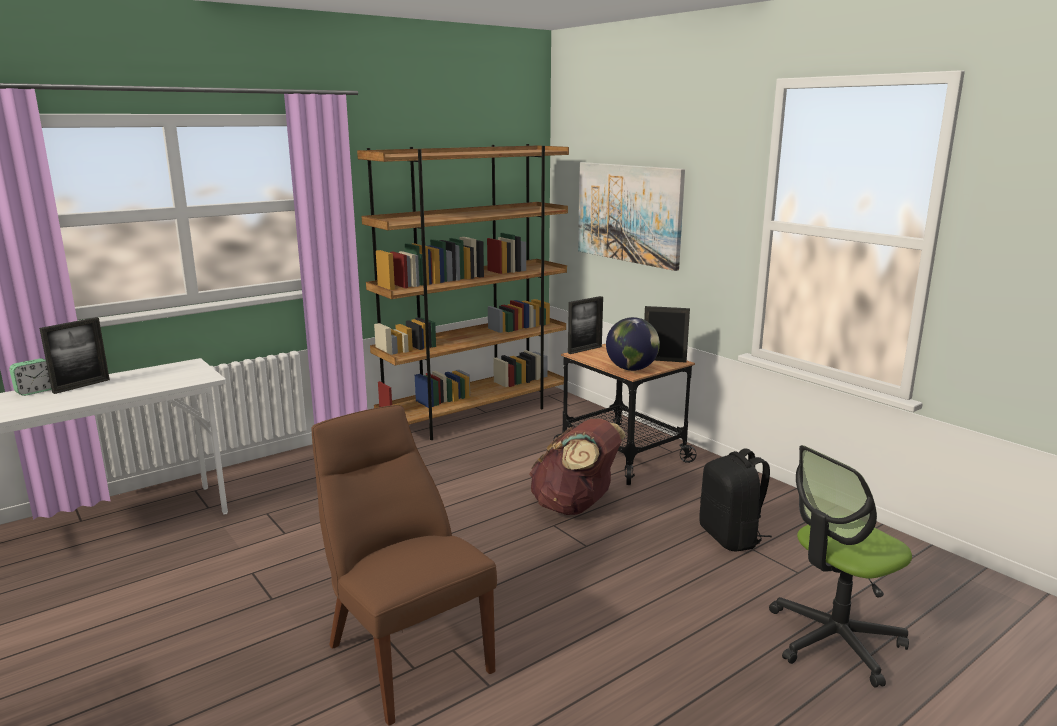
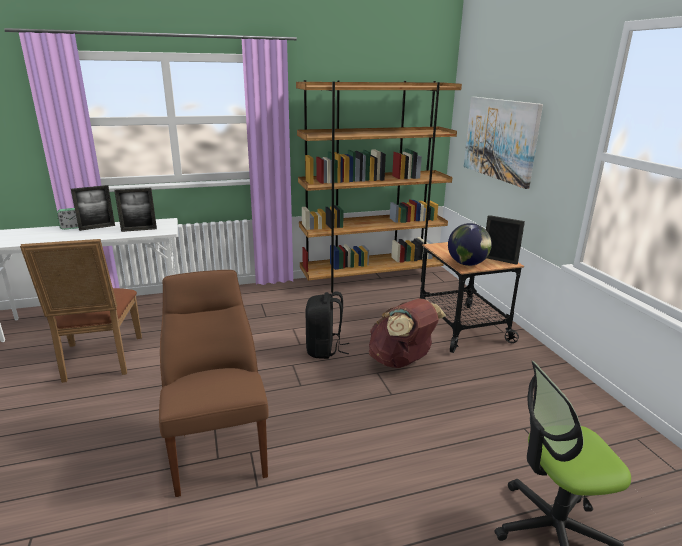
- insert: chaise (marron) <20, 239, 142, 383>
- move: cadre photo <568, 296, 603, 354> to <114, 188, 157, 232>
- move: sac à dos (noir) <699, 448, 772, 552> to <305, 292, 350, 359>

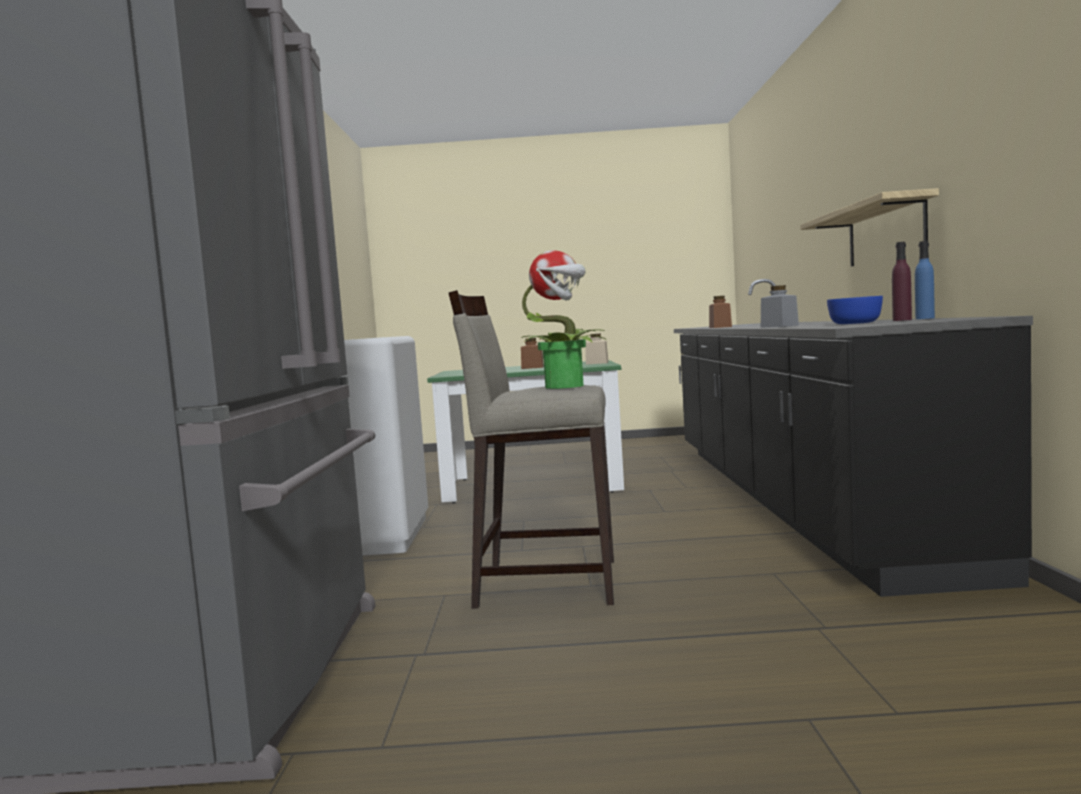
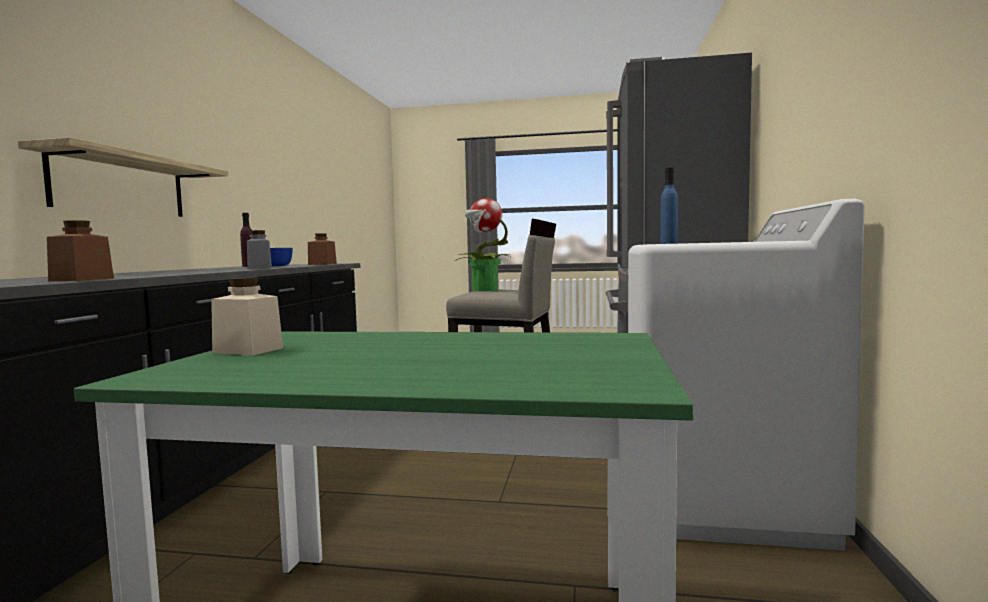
- move: bocal (marron) <521, 338, 544, 369> to <308, 233, 337, 265>
- move: bouteille (bleu) <915, 241, 935, 319> to <660, 168, 678, 244>

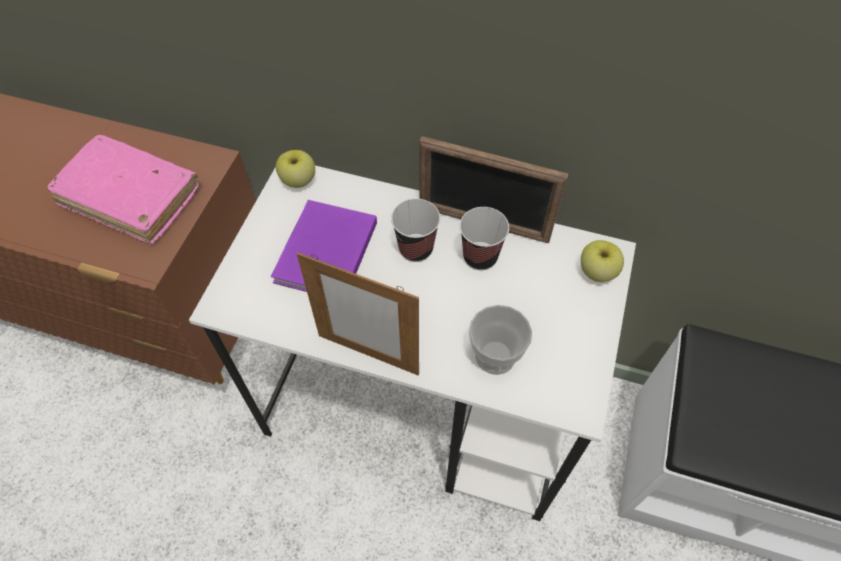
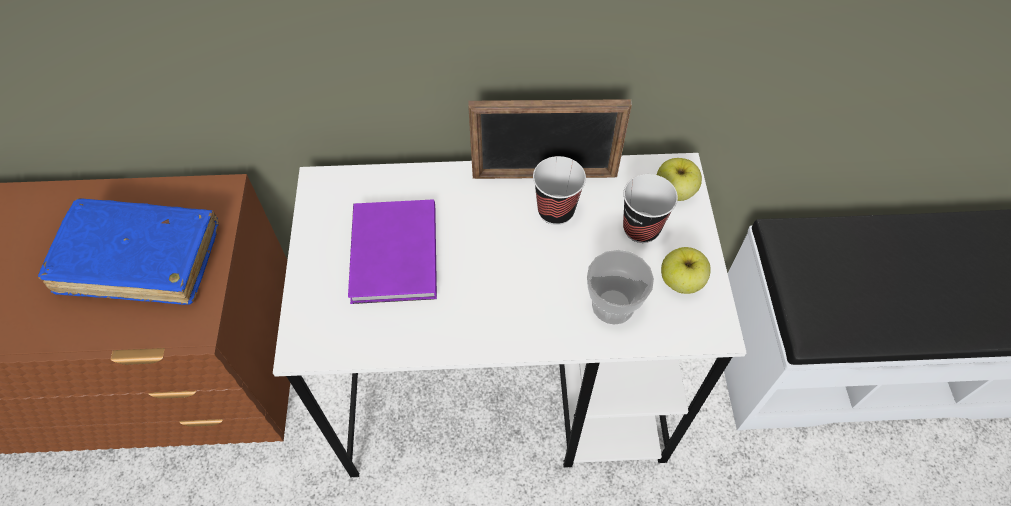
- recolor: livre (rose) <47, 134, 200, 244> to livre (bleu) <38, 198, 219, 305>
- move: tasse <391, 198, 440, 262> to <623, 174, 678, 243>
- move: pomme <276, 150, 315, 188> to <661, 247, 711, 294>
- delete: cadre photo <297, 253, 419, 375>

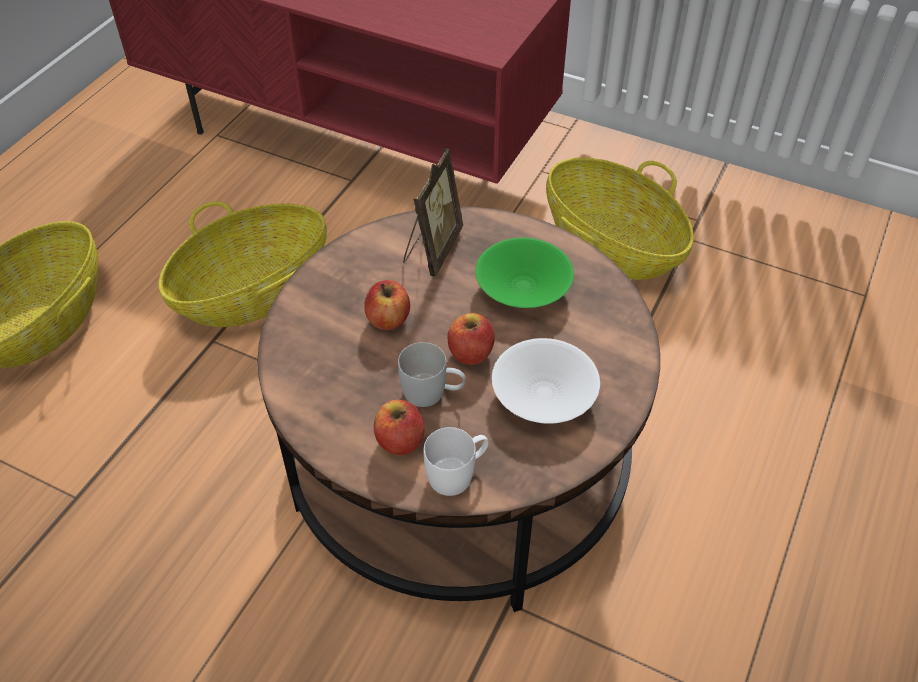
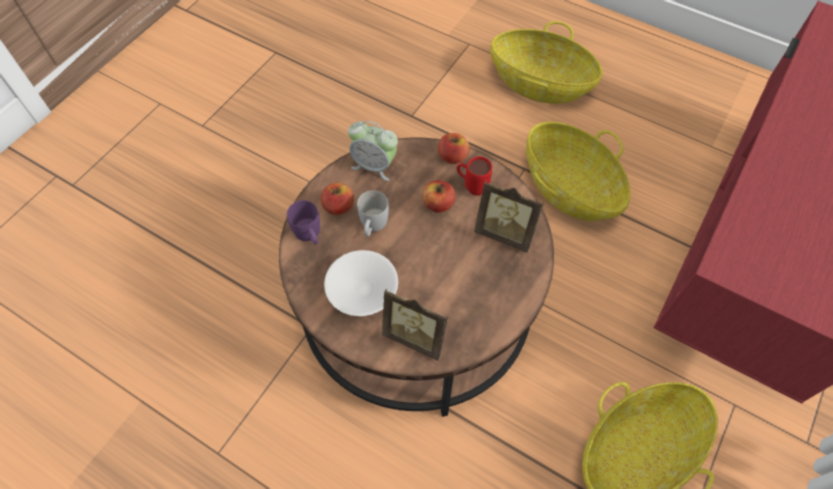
- recolor: mug (blanc) <424, 427, 489, 496> to mug (violet) <287, 200, 320, 245>
- insert: réveil <348, 121, 398, 181>
- insert: cadre photo <382, 288, 448, 361>
- move: pomme <447, 313, 495, 365> to <438, 133, 470, 164>
- insert: mug (rouge) <457, 156, 492, 196>
- delete: bol (vert) <475, 238, 574, 308>

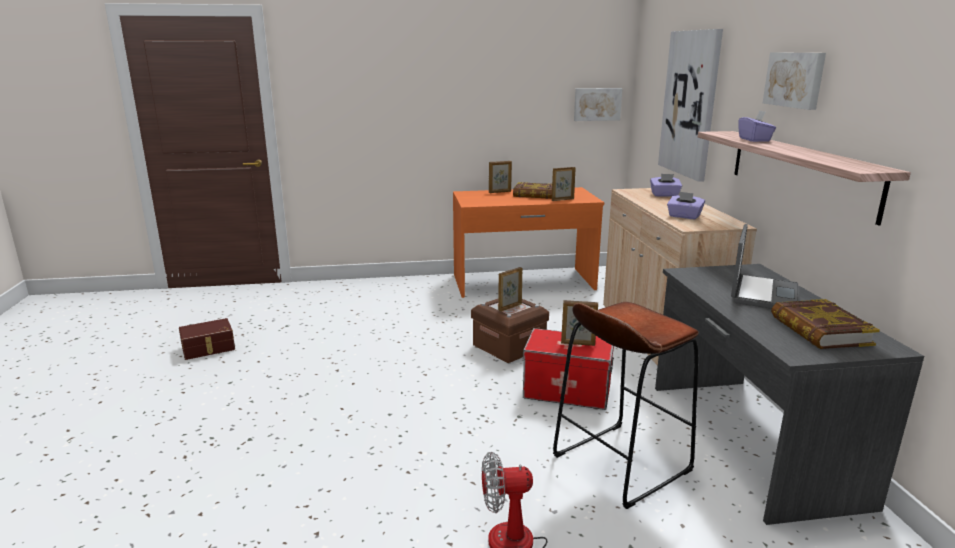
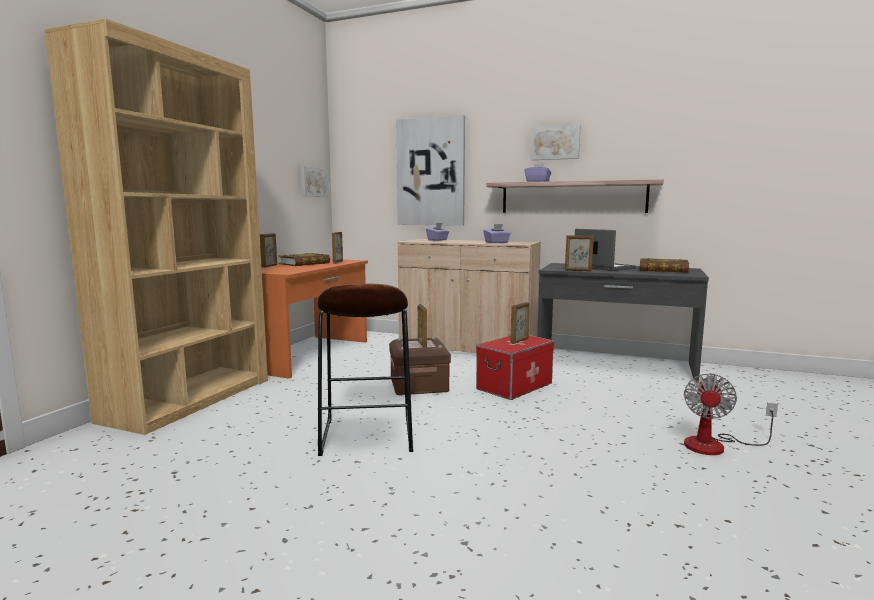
- insert: bibliothèque (marron) <44, 18, 268, 435>
- move: tabouret (marron) <553, 302, 699, 509> to <318, 284, 413, 456>
- insert: cadre photo <565, 235, 594, 271>
- delete: boîte de rangement (marron) <179, 318, 235, 360>

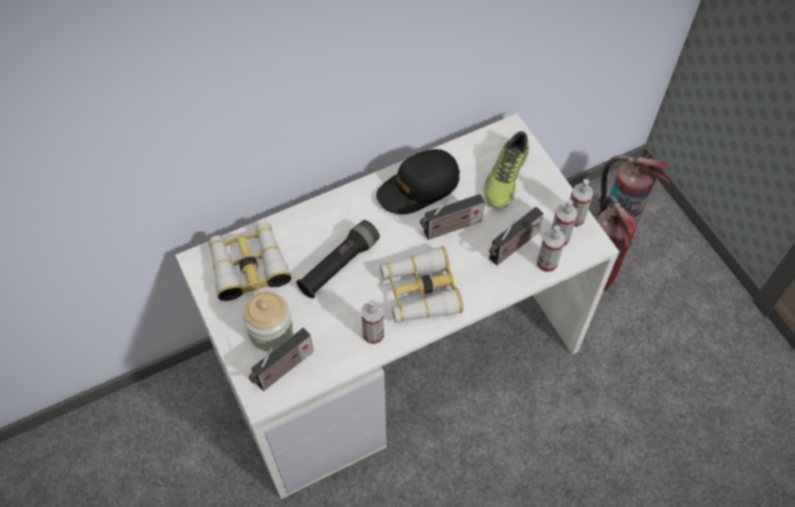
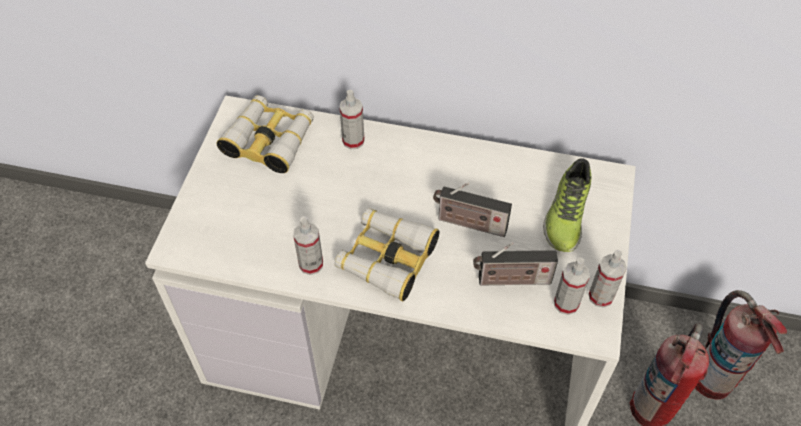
- move: vaporisateur <537, 225, 565, 272> to <339, 90, 365, 149>
- rotate: chaussure <483, 131, 529, 209> = <543, 158, 591, 252> 45 degrees counterclockwise
- delete: bocal <243, 291, 293, 351>
- delete: radio <249, 328, 314, 391>
- delete: lampe de poche (noir) <296, 220, 380, 299>
- delete: casquette (noir) <376, 149, 460, 214>

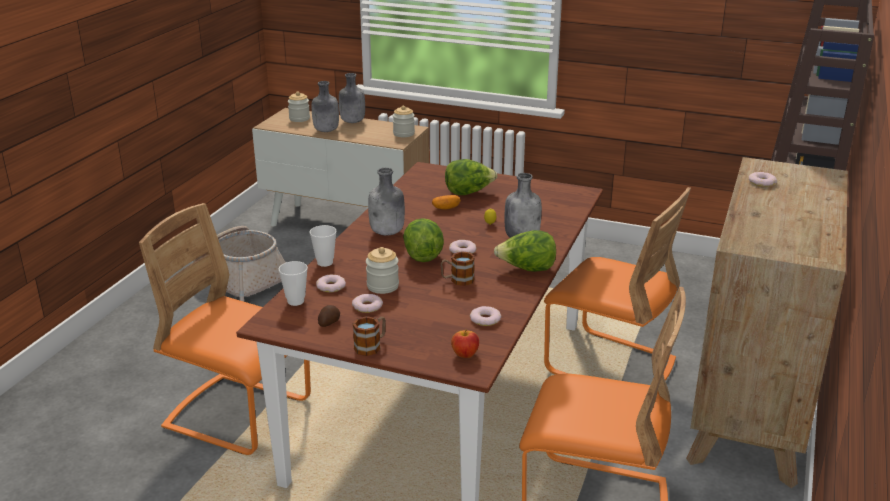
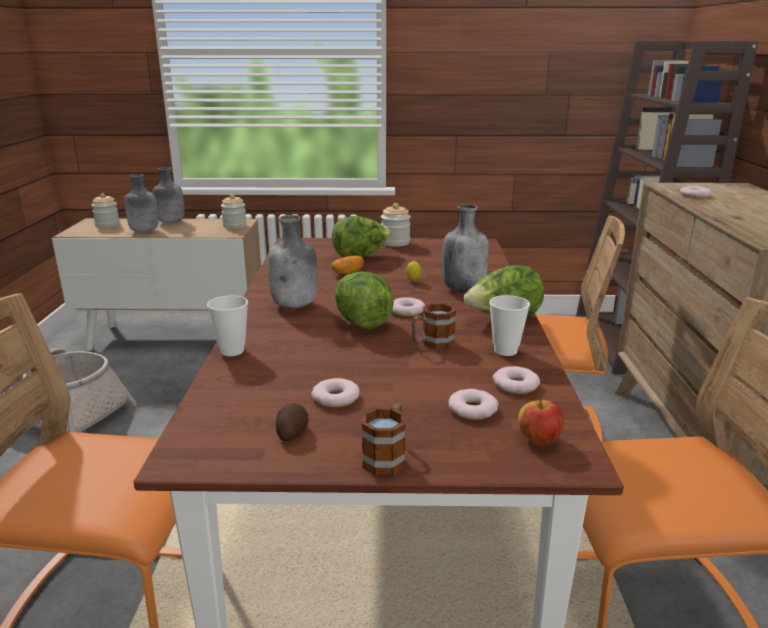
- move: bocal <366, 247, 399, 294> to <381, 203, 411, 247>
- move: beignet <316, 275, 346, 292> to <448, 389, 498, 420>
- move: tasse <279, 261, 308, 306> to <489, 295, 530, 356>

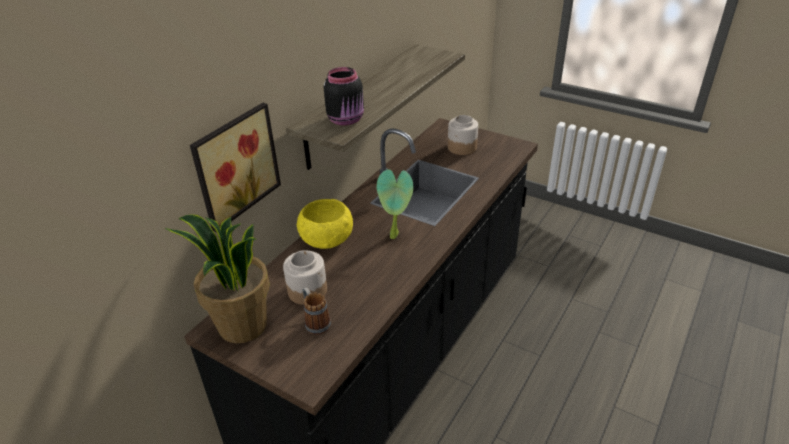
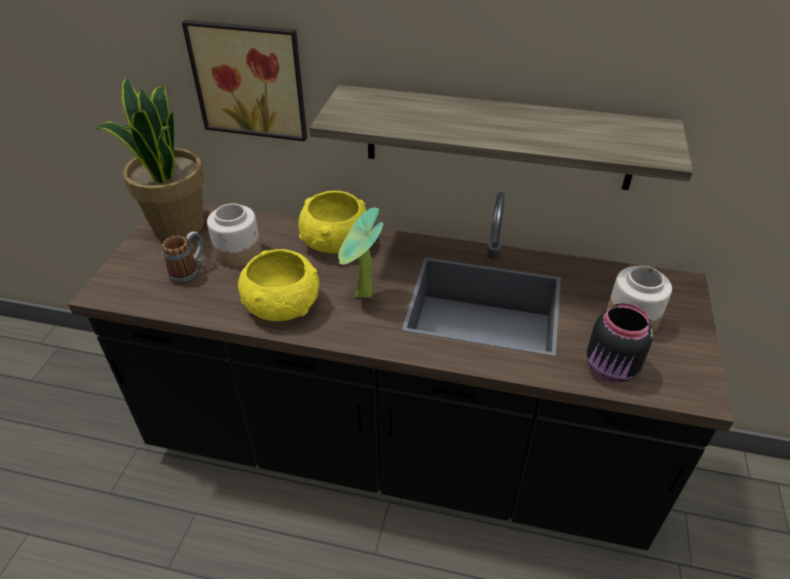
- insert: bol (jaune) <238, 249, 319, 321>
- move: bocal (noir) <324, 67, 364, 126> to <586, 303, 653, 383>

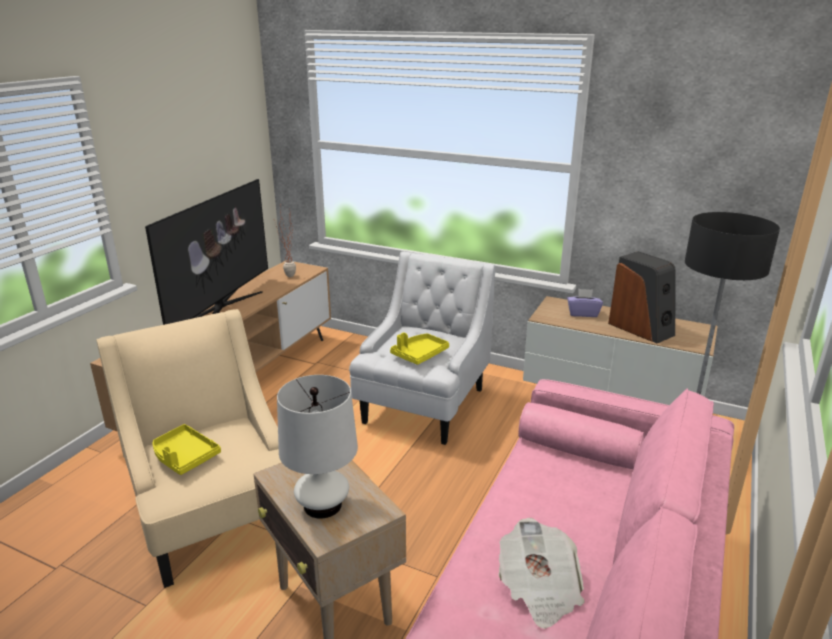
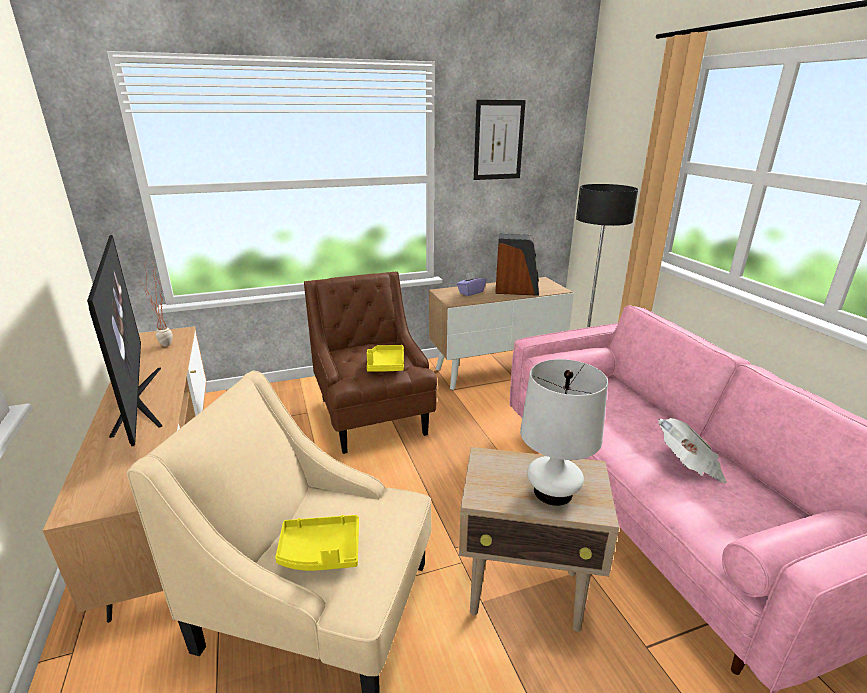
- recolor: fauteuil (blanc) <349, 251, 496, 445> to fauteuil (marron) <304, 271, 437, 454>
- insert: tableau <474, 100, 526, 180>

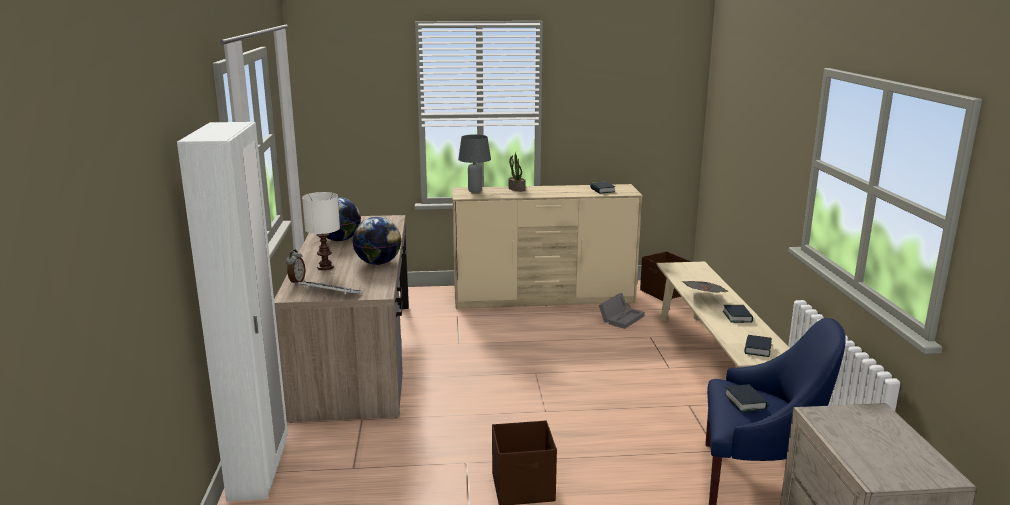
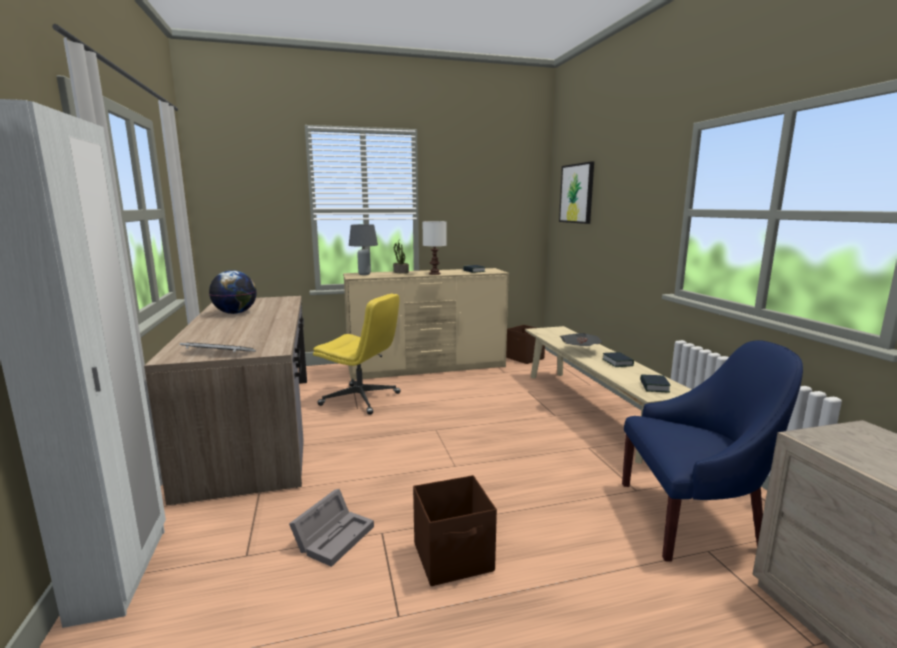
- move: boîte de rangement (gris) <599, 293, 645, 329> to <289, 489, 374, 567>
- insert: chaise de bureau (jaune) <313, 293, 400, 415>
- move: lampe de table (blanc) <302, 192, 340, 270> to <423, 221, 447, 275>
- insert: tableau <559, 162, 594, 224>
- delete: réveil <286, 250, 305, 285>
- delete: globe <352, 217, 401, 265>
- delete: livre <725, 384, 768, 412>

